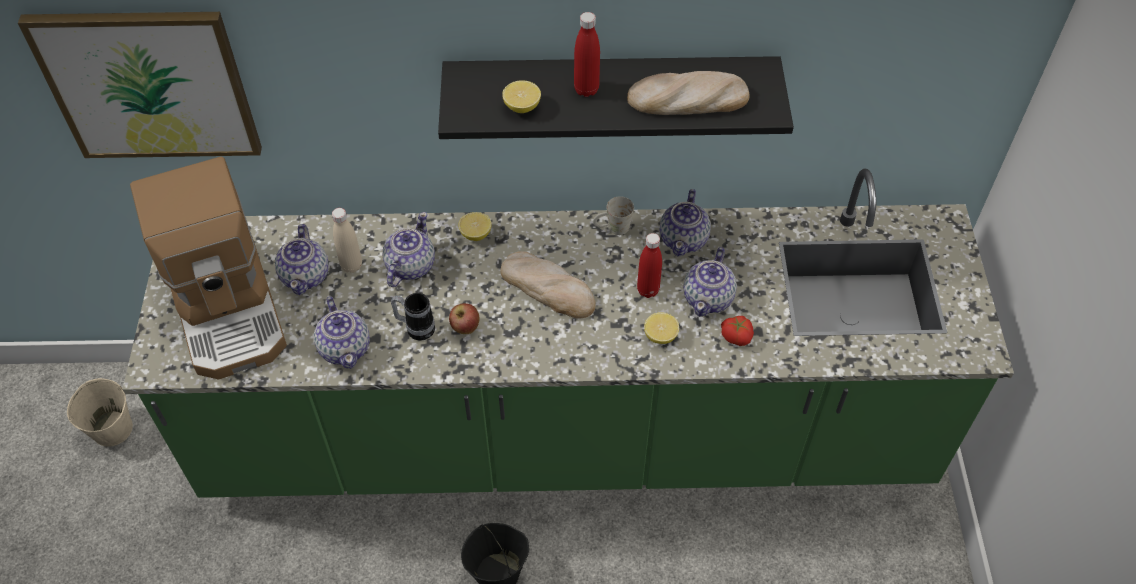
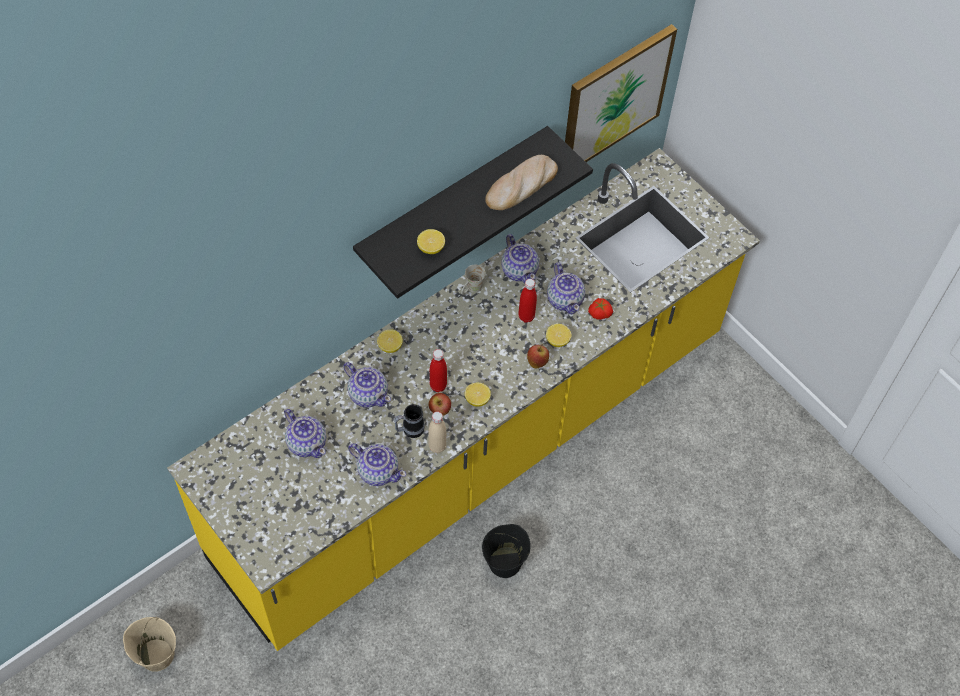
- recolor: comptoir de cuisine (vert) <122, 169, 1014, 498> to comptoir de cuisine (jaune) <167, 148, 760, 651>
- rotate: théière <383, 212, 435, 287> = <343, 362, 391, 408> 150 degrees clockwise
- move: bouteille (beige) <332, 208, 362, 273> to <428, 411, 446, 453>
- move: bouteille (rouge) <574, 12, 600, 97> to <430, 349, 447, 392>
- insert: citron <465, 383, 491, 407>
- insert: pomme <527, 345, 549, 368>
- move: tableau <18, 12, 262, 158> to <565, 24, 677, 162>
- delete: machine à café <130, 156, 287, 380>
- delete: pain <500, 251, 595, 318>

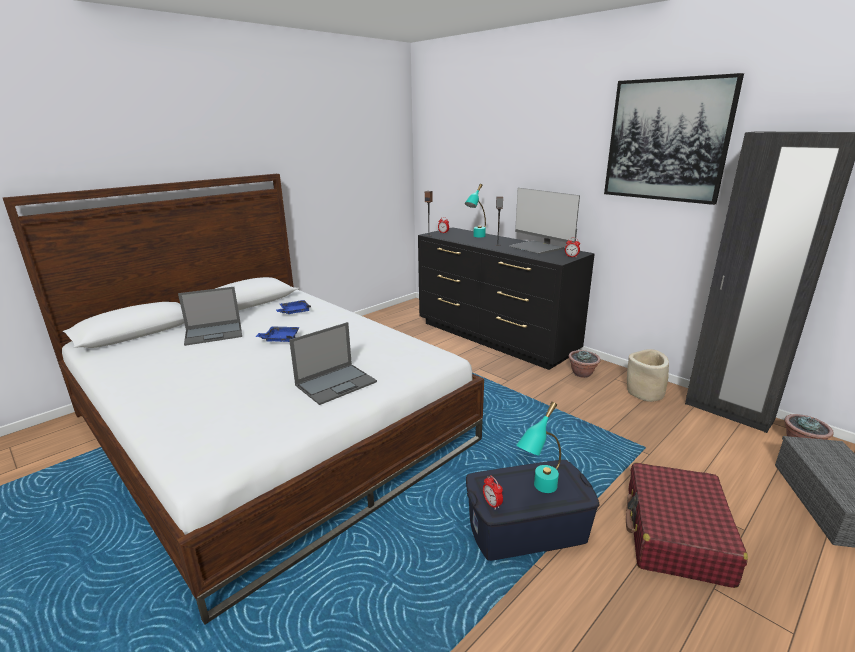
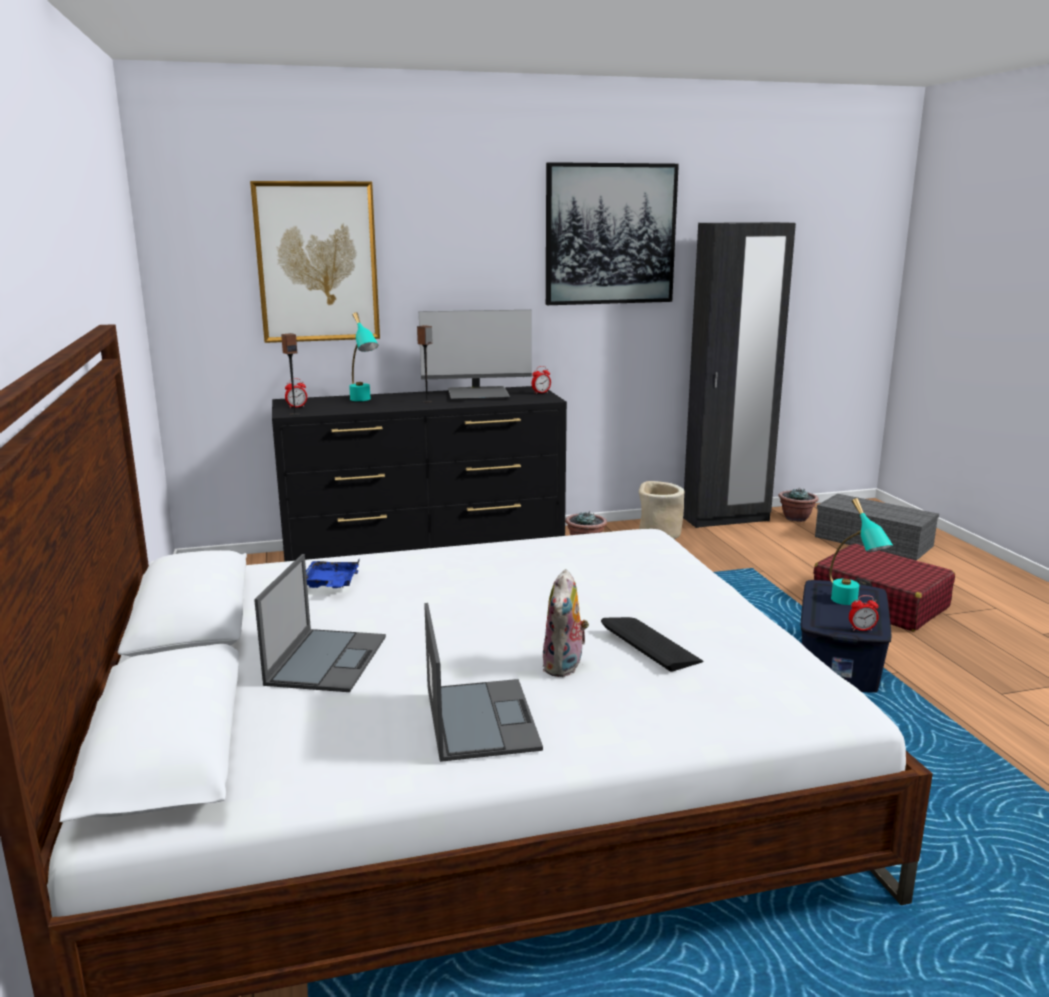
- insert: tableau <250, 181, 380, 343>
- move: ordinateur portable <289, 322, 377, 405> to <424, 603, 543, 762>
- insert: peluche <543, 569, 589, 677>
- insert: clavier <601, 617, 703, 672>
- delete: plateau (bleu) <255, 326, 300, 342>

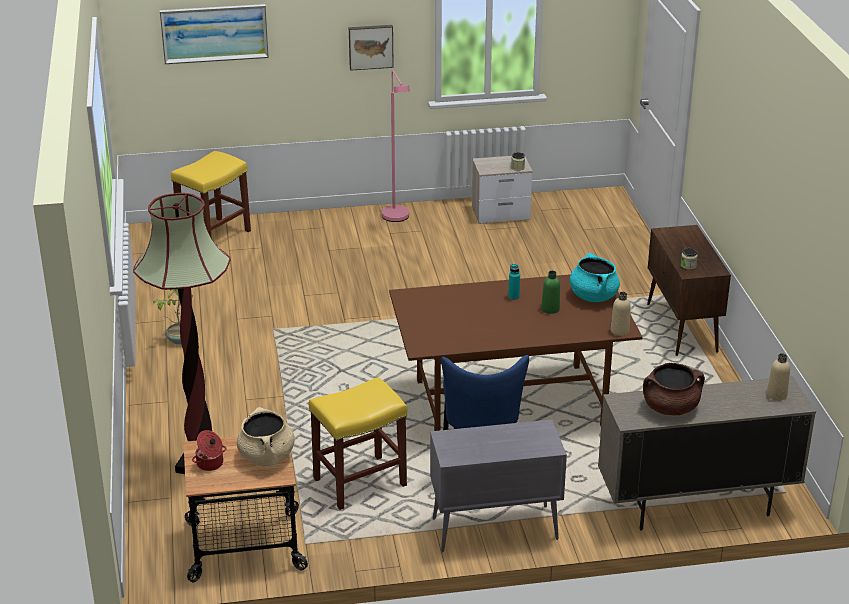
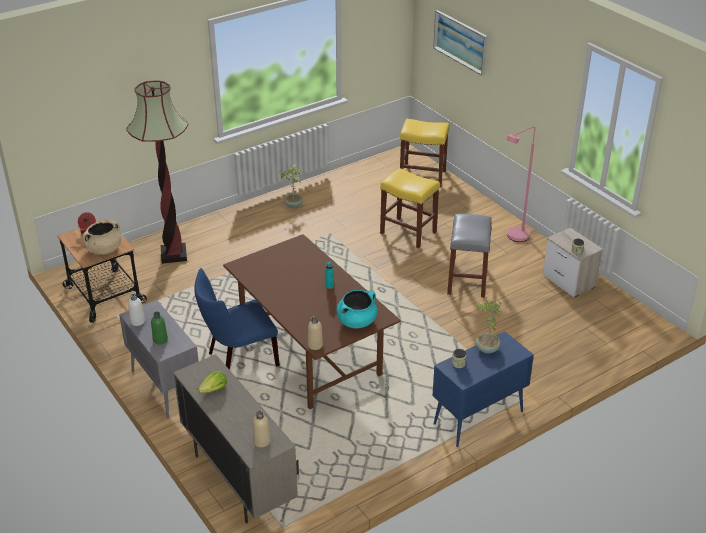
- insert: bouteille (blanc) <128, 294, 145, 326>
- move: bouteille (vert) <541, 271, 560, 314> to <151, 312, 168, 345>
- replace: marmite (marron) <643, 363, 705, 415> to laitue <198, 371, 227, 393>
- move: tabouret (jaune) <309, 377, 408, 510> to <380, 168, 440, 248>
- recolor: meuble de rangement (marron) <647, 225, 731, 356> to meuble de rangement (bleu) <432, 332, 534, 447>
- insert: tabouret (gris) <447, 214, 492, 298>
- insert: plante en pot <476, 300, 501, 354>
- delete: tableau <349, 25, 394, 71>

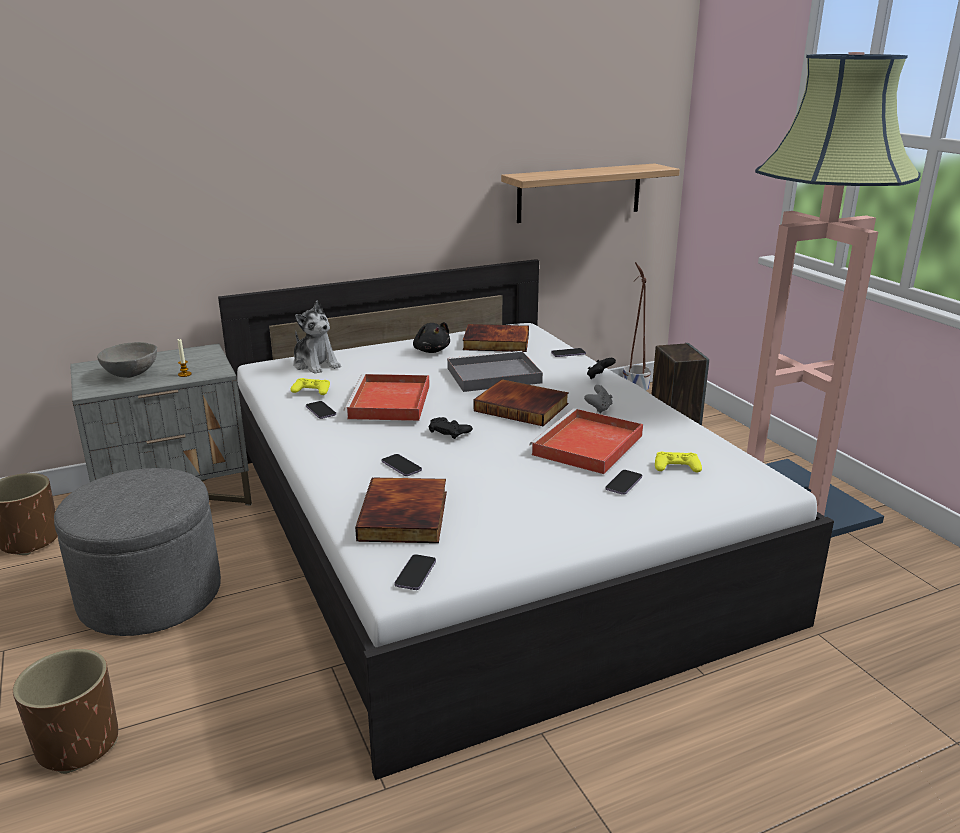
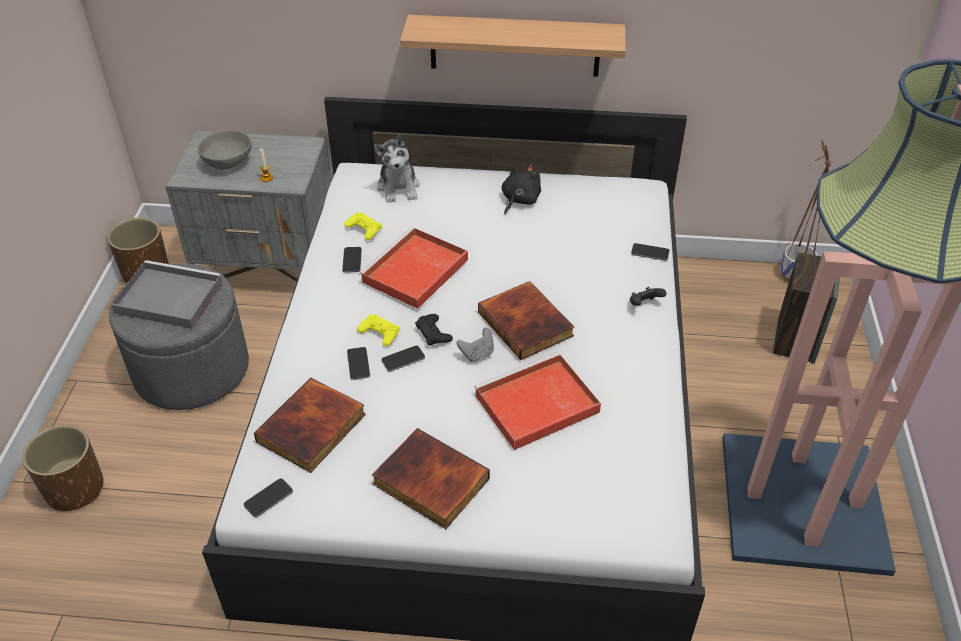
- move: plateau (gris) <447, 351, 543, 392> to <111, 260, 223, 329>
- move: manette (jaune) <655, 452, 702, 472> to <357, 315, 400, 346>
- move: livre <463, 324, 529, 352> to <372, 428, 490, 529>
- move: téléphone <605, 470, 642, 495> to <381, 345, 425, 372>
- move: étagère <501, 163, 680, 223> to <400, 15, 626, 77>
- move: manette (gris) <584, 385, 612, 414> to <457, 328, 494, 362>
- rotate: peluche (noir) <413, 322, 450, 353> = <502, 163, 541, 214> 150 degrees counterclockwise

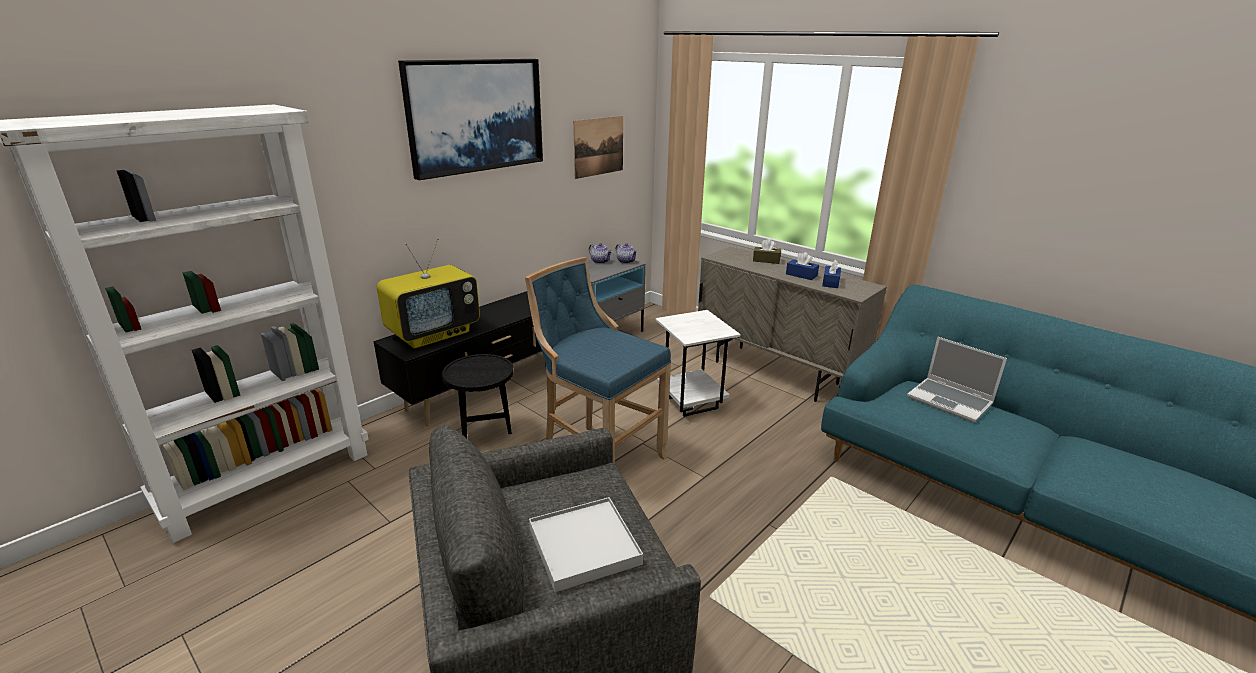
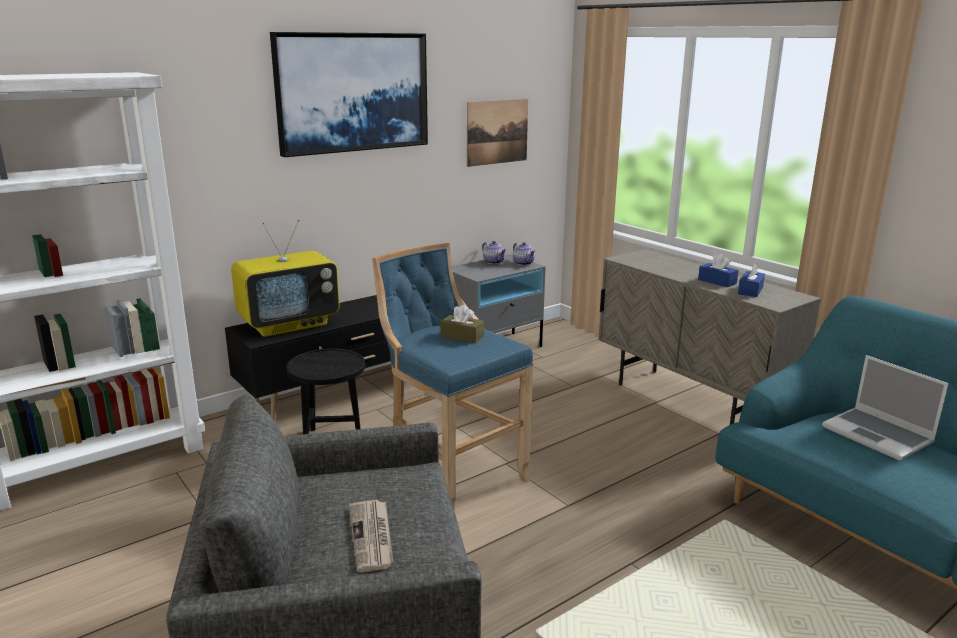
- replace: plateau (blanc) <529, 497, 643, 592> to journal <349, 500, 393, 572>
- move: boîte à mouchoirs (marron) <753, 239, 781, 264> to <440, 305, 484, 343>
- delete: table d'appoint (blanc) <655, 310, 741, 417>

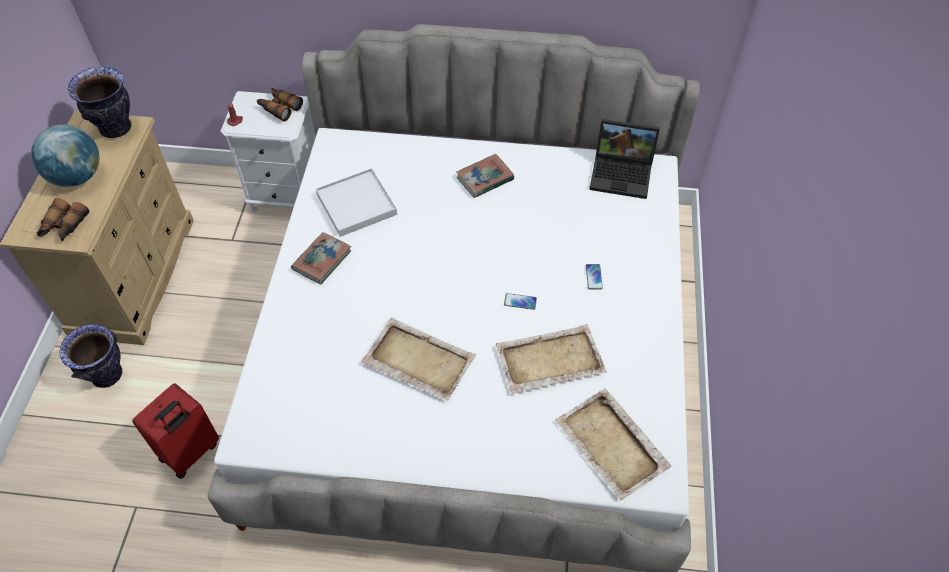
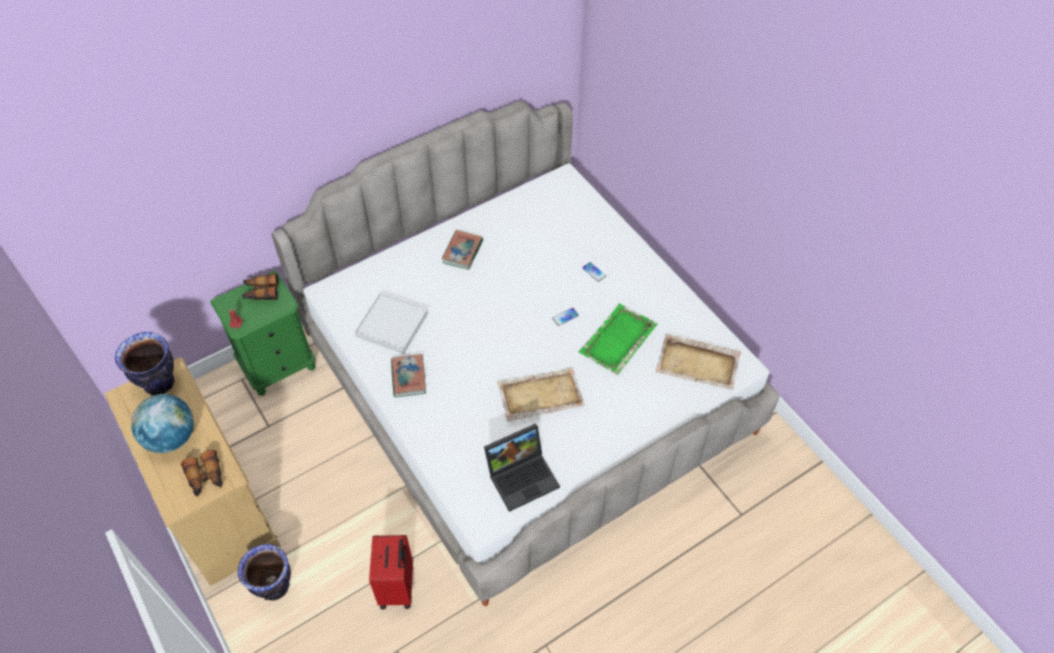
- recolor: table de chevet (blanc) <221, 91, 316, 213> to table de chevet (vert) <210, 270, 315, 396>
- move: ordinateur portable <589, 119, 660, 199> to <484, 423, 560, 512>
- recolor: plateau (beige) <496, 324, 607, 394> to plateau (vert) <579, 303, 658, 375>

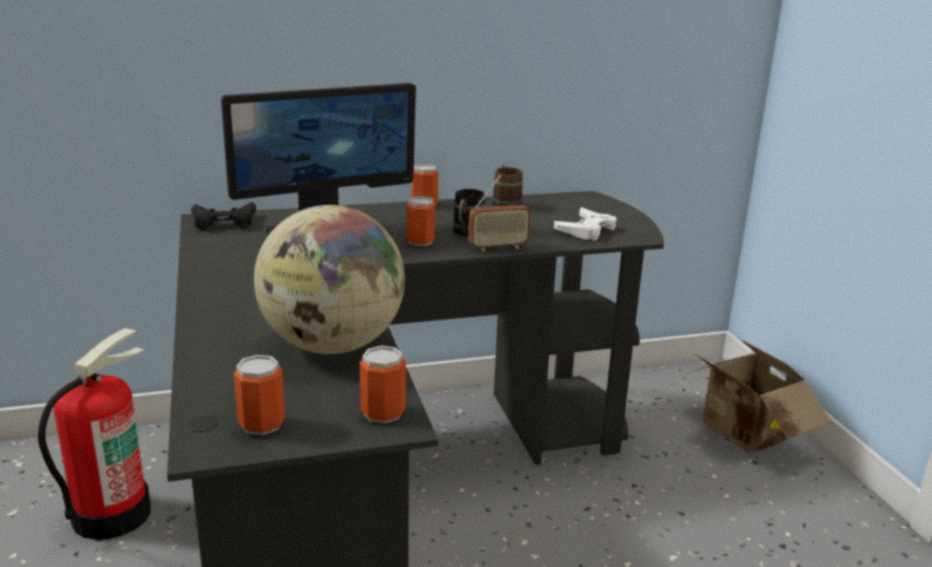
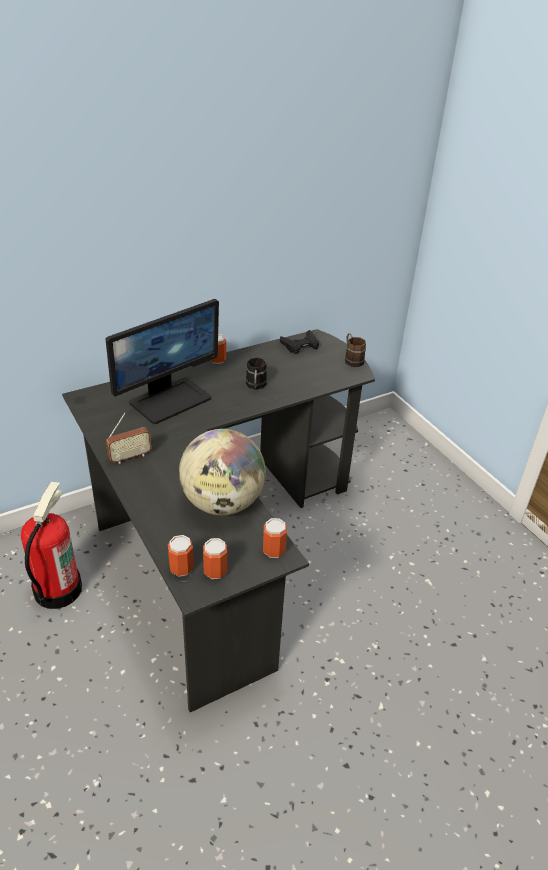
- move: radio <468, 175, 531, 252> to <106, 413, 151, 464>
- move: boîte métallique <407, 196, 435, 246> to <168, 535, 194, 576>
- move: manette (noir) <191, 202, 256, 230> to <280, 330, 319, 354>
- move: mug (marron) <492, 164, 523, 206> to <345, 333, 366, 367>
- delete: manette (blanc) <554, 207, 616, 241>
- delete: carton <684, 339, 831, 454>

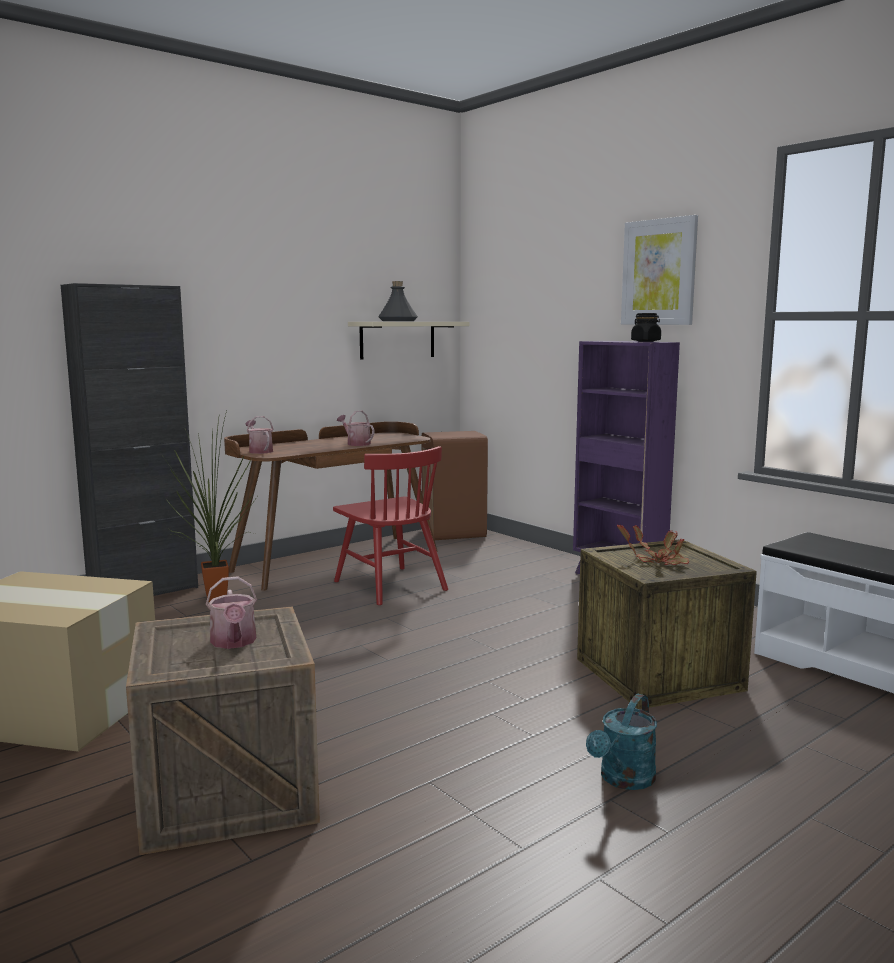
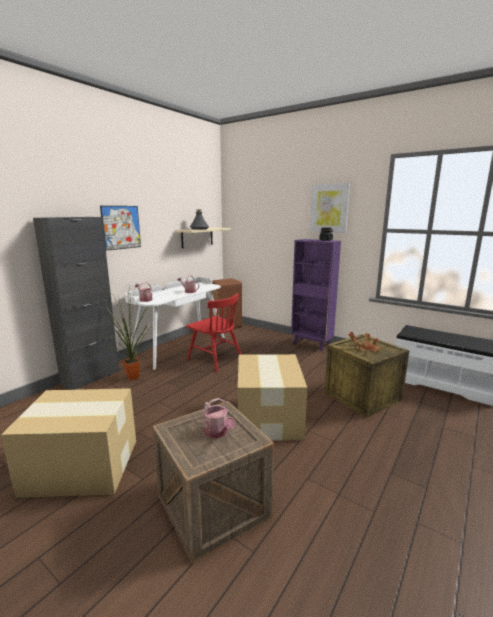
- insert: tableau <100, 206, 141, 251>
- recolor: bureau (marron) <224, 421, 438, 591> to bureau (blanc) <125, 277, 225, 370>
- insert: carton <238, 354, 307, 440>
- delete: arrosoir (turquoise) <586, 694, 657, 790>

